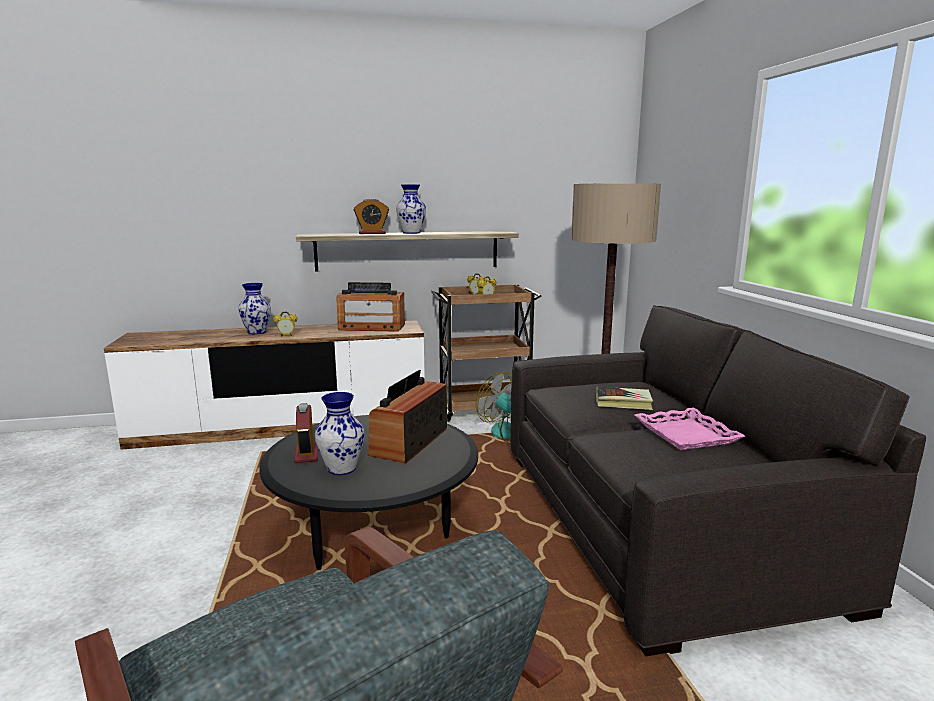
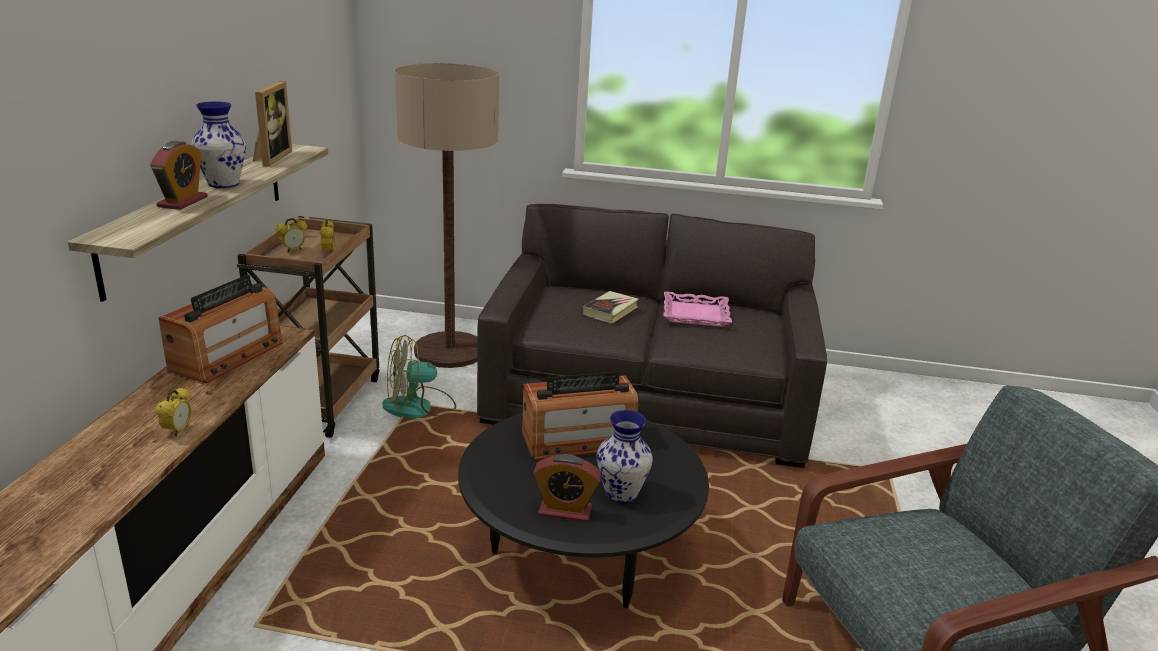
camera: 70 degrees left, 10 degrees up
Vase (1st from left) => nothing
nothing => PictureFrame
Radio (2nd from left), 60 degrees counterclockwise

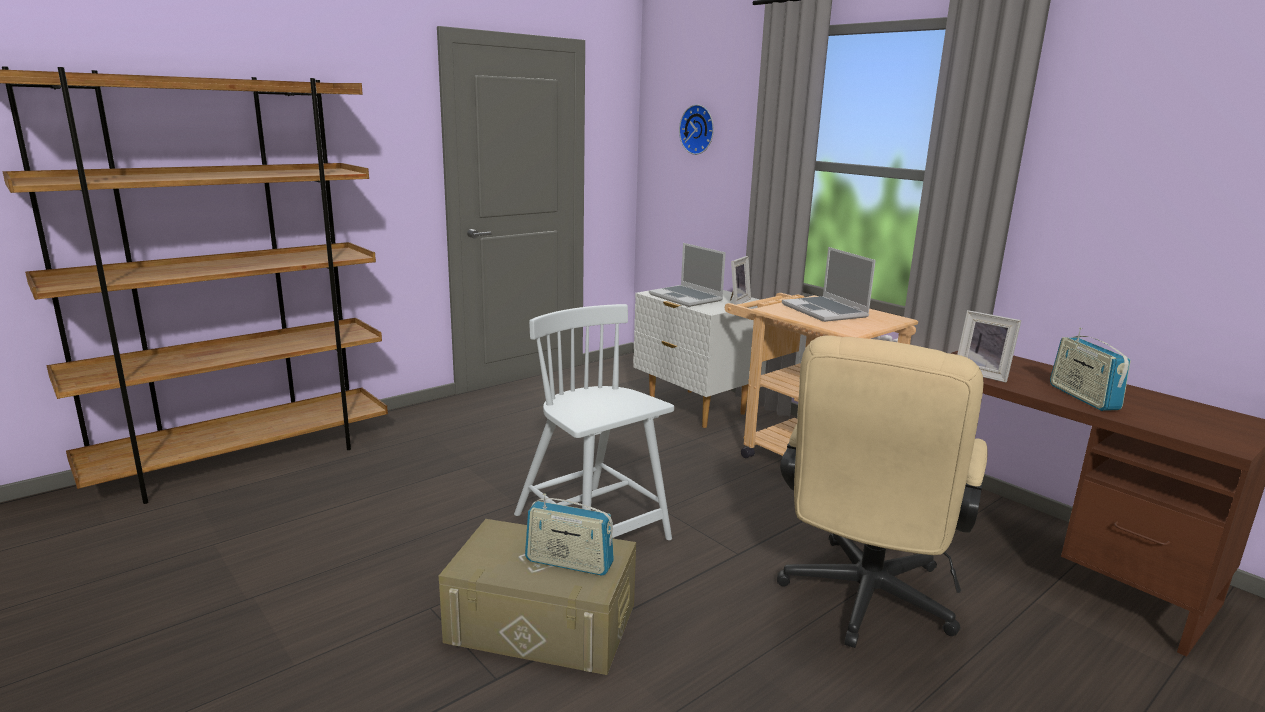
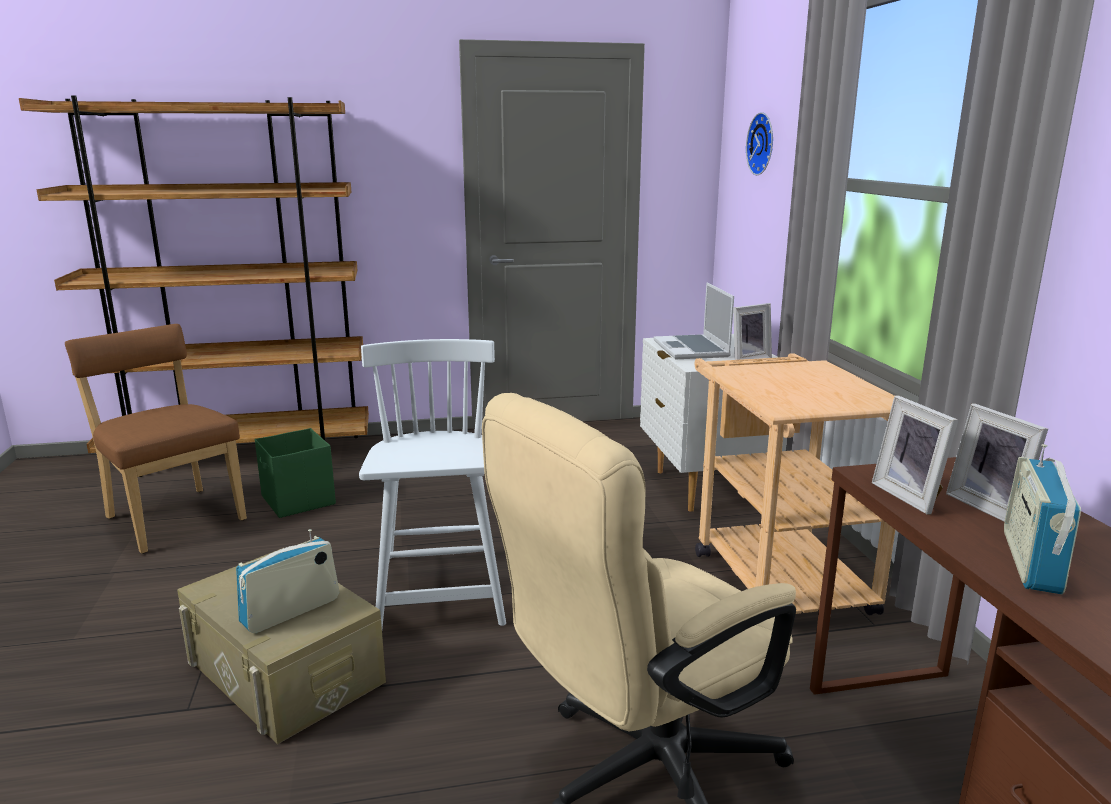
camera: 30 degrees right, 0 degrees up
Laptop (2nd from left) => nothing
nothing => BrownChair
nothing => GreenStorageBox
nothing => PictureFrame (3rd from left)
Radio (1st from left), 90 degrees clockwise

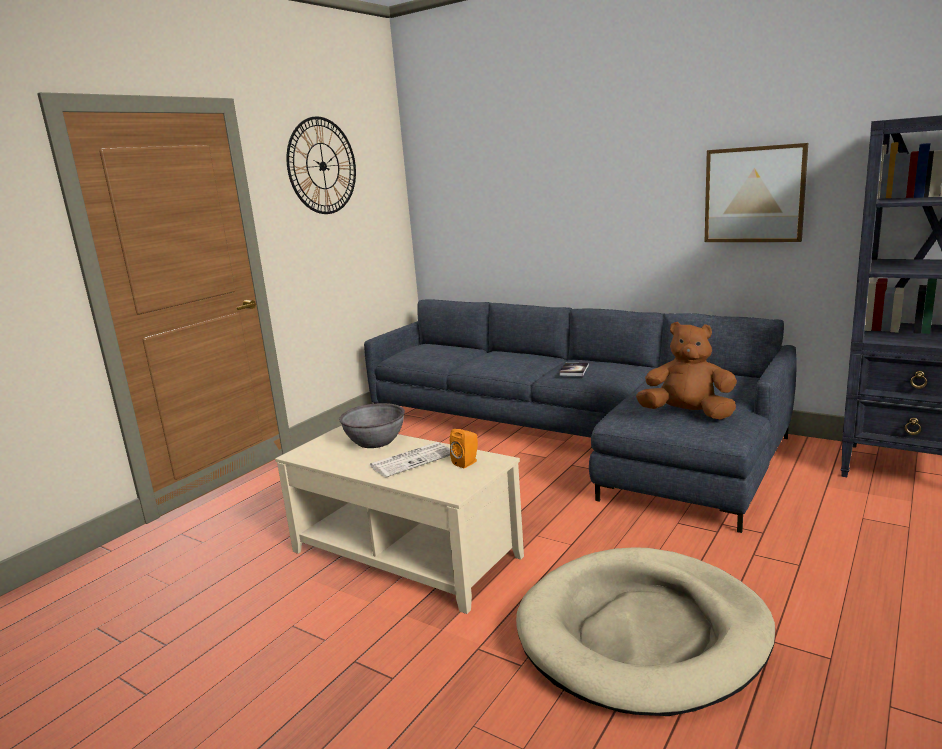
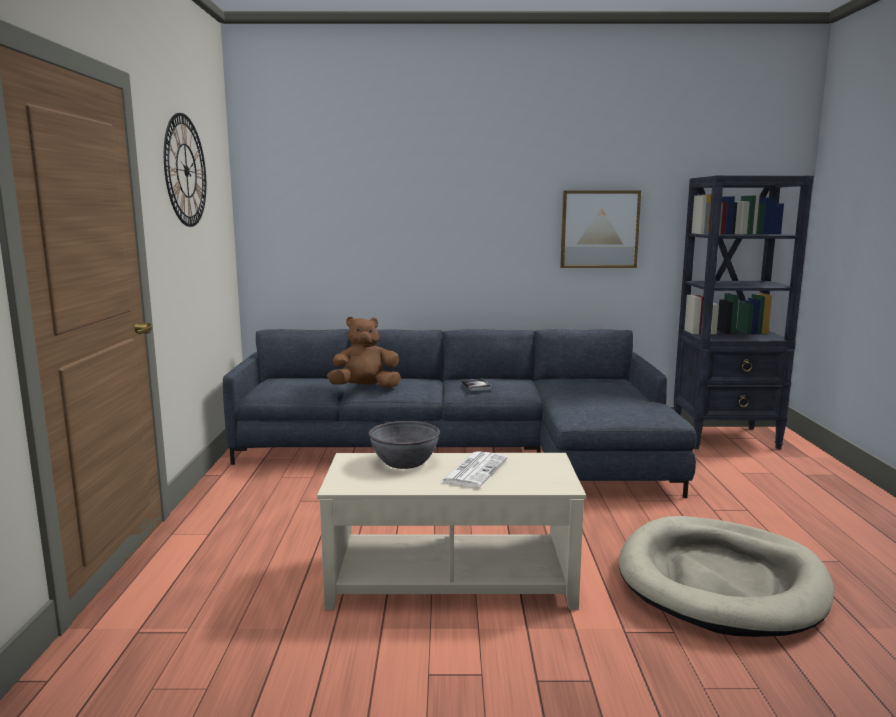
camera: 35 degrees left, 5 degrees down
OrangeSpeaker => nothing
BrownPlushToy, move

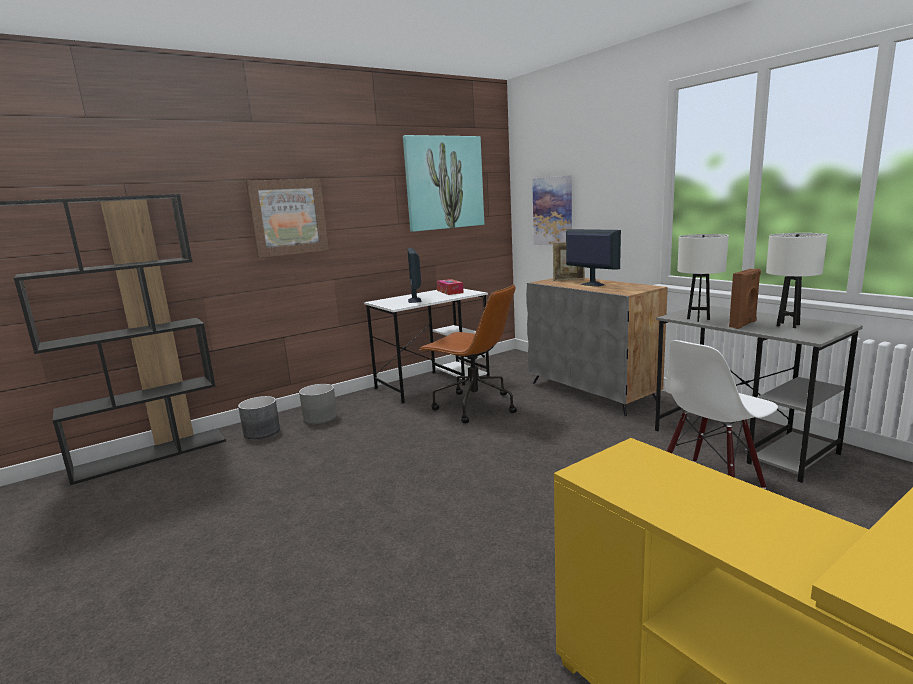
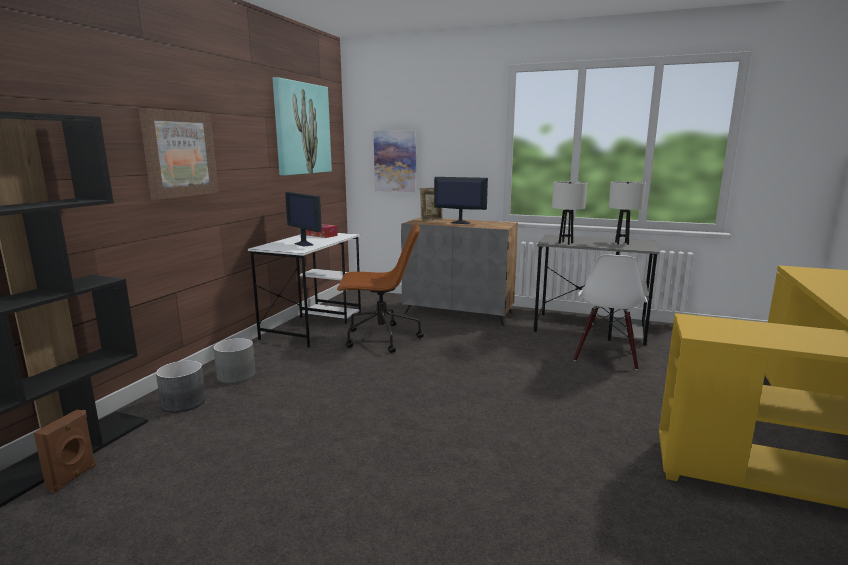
camera: 35 degrees left, 0 degrees up
BrownSpeaker, move

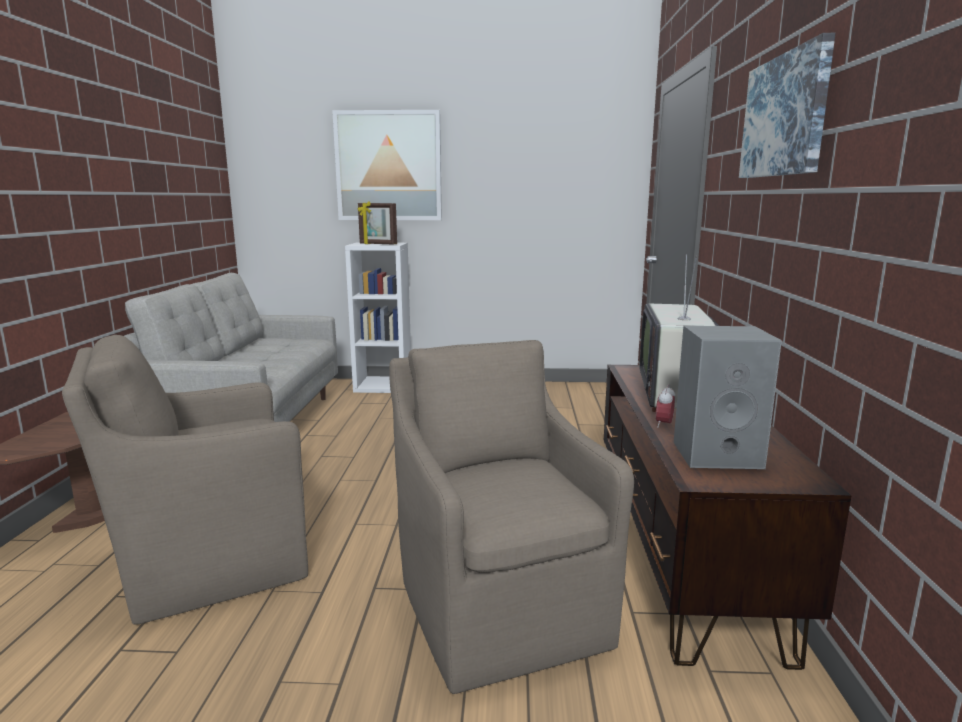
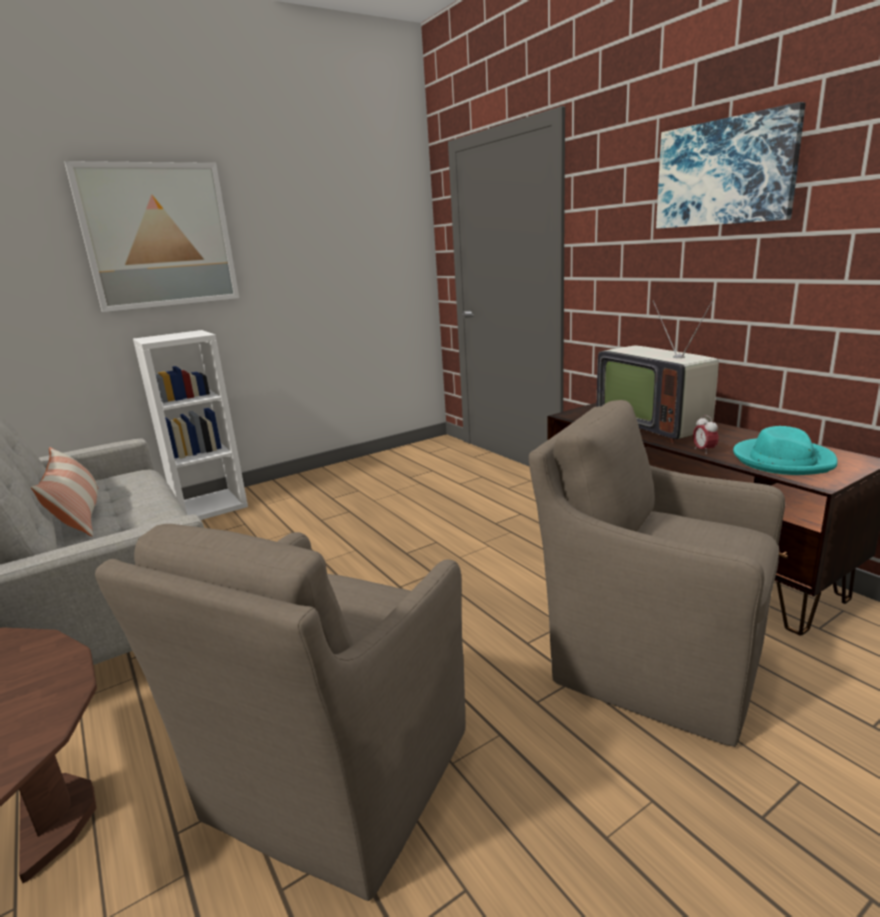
camera: 35 degrees left, 5 degrees up
PictureFrame => nothing
nothing => Pillow
GreySpeaker => TurquoiseHat

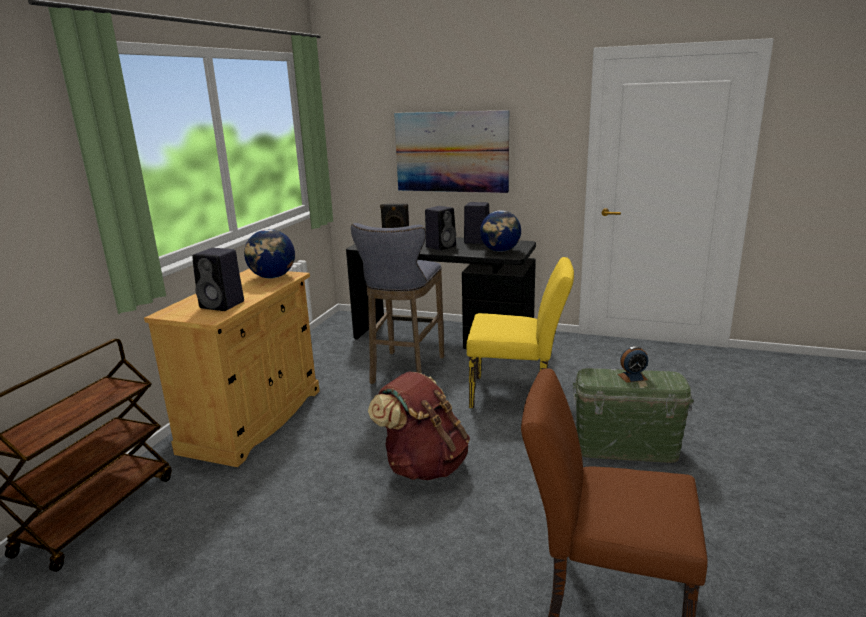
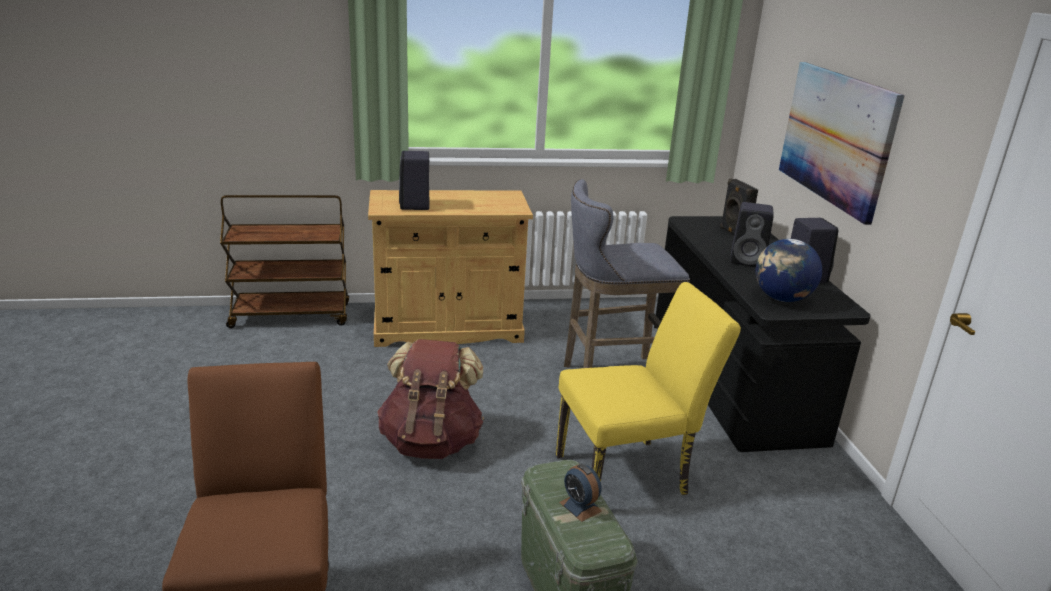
camera: 60 degrees right, 5 degrees up
Globe (1st from left) => nothing
YellowChair, 90 degrees counterclockwise

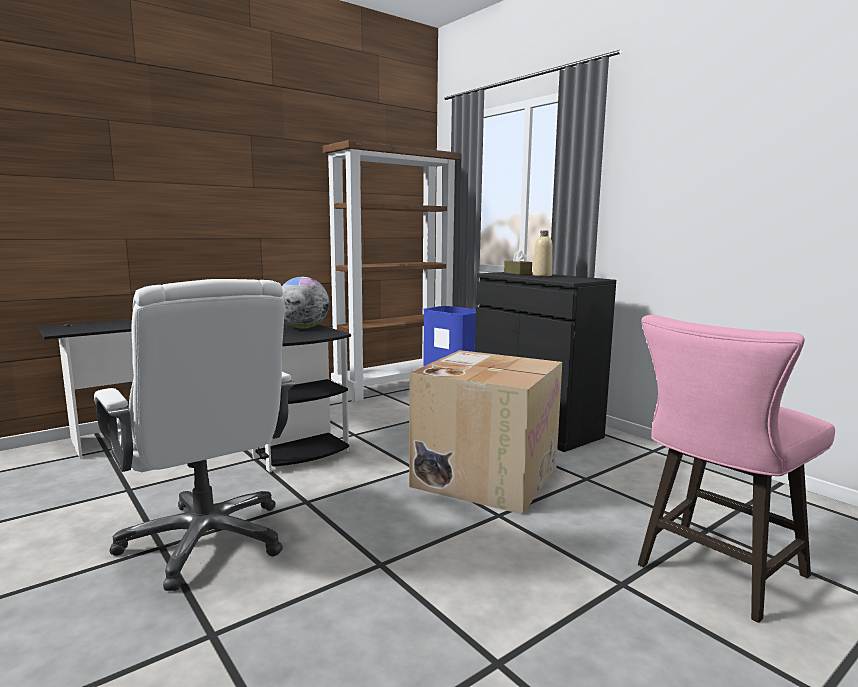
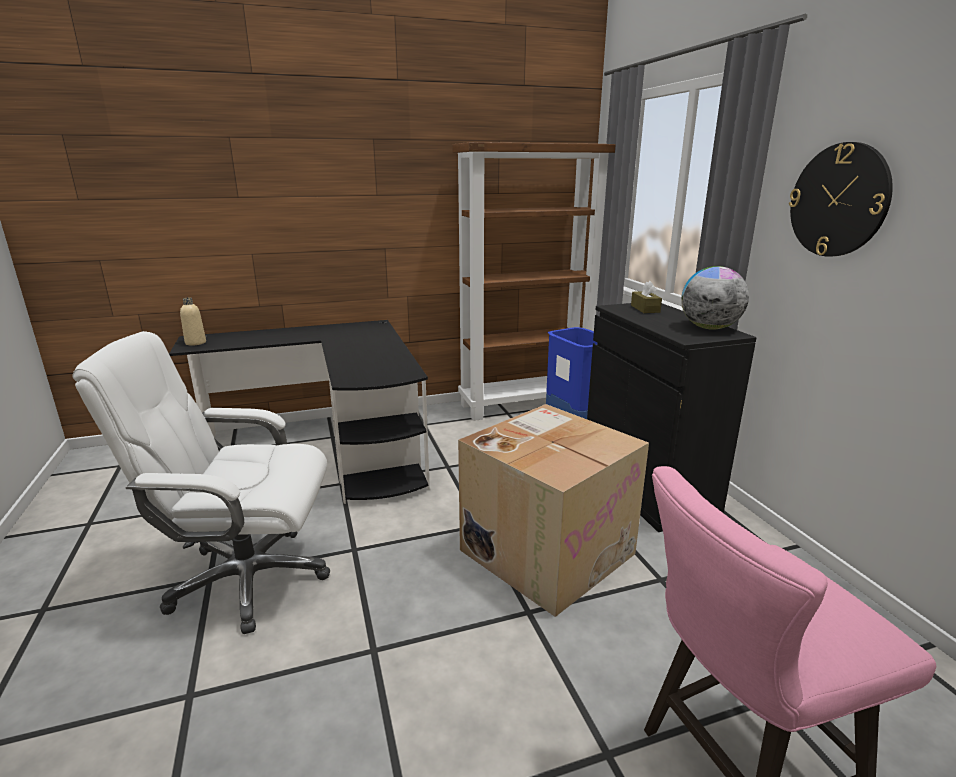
camera: 20 degrees right, 10 degrees up
nothing => WallClock
Globe, move
BeigeBottle, move
WhiteOfficeChair, 105 degrees clockwise

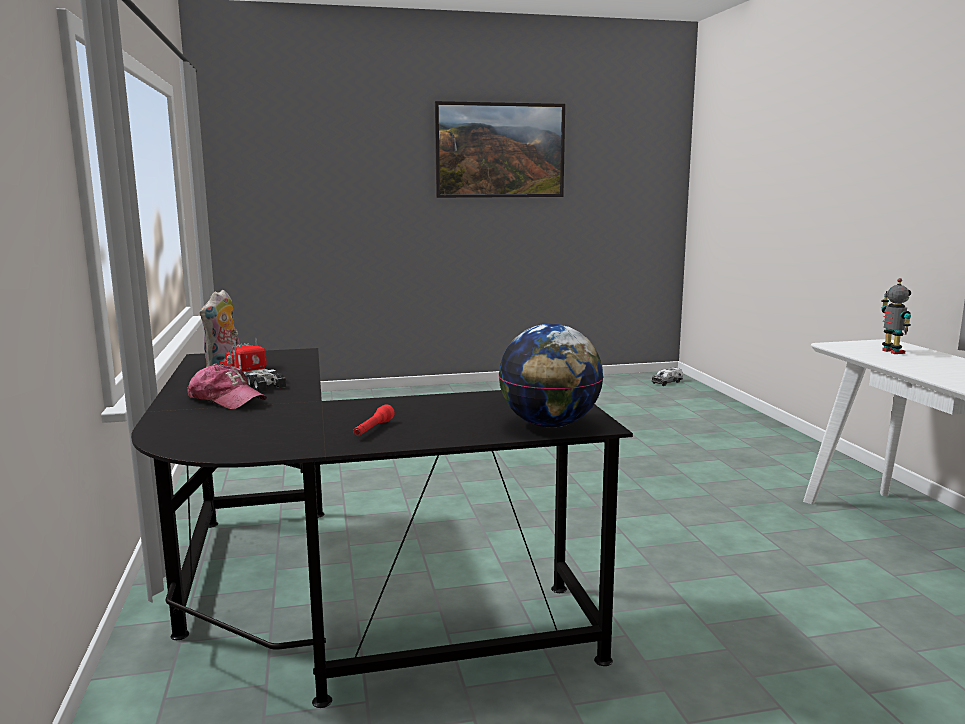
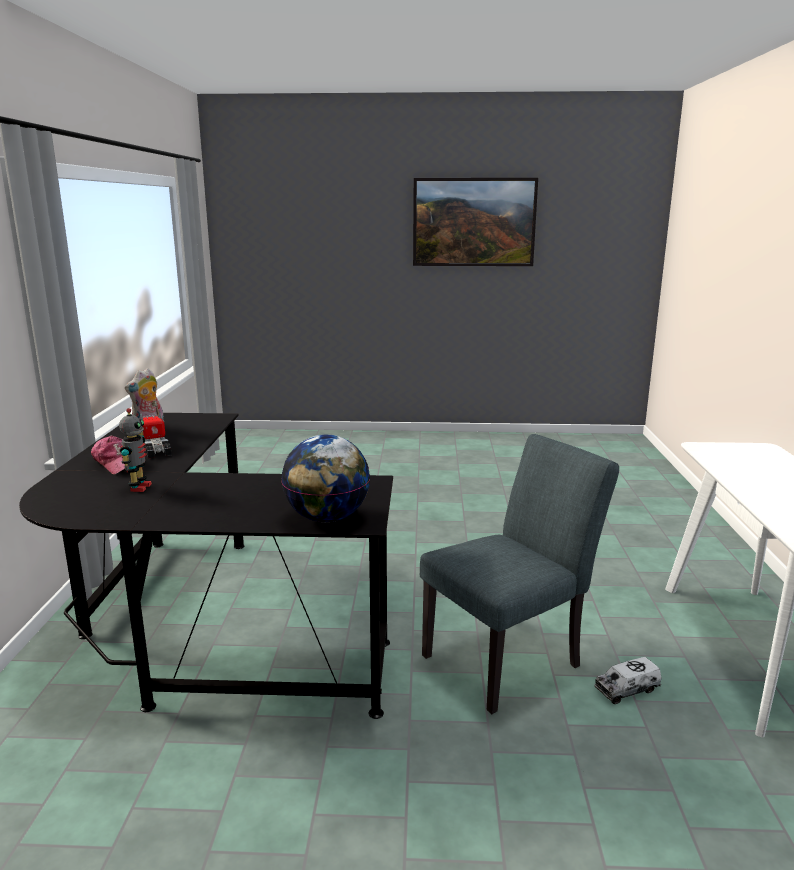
camera: 15 degrees right, 5 degrees up
RedFlashlight => nothing
nothing => GreyChair
ToyTruck (2nd from left), move
ToyRobot, move

